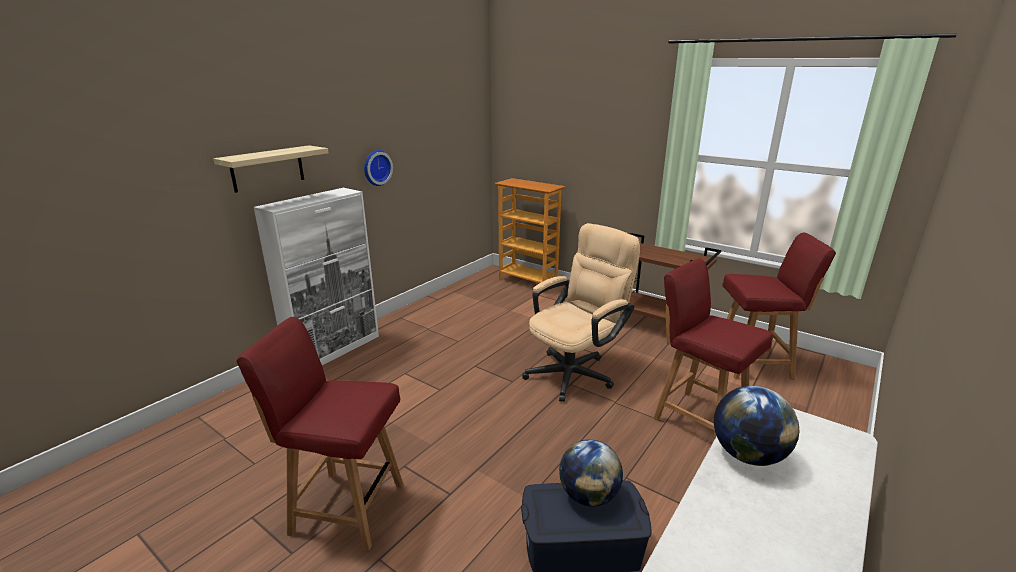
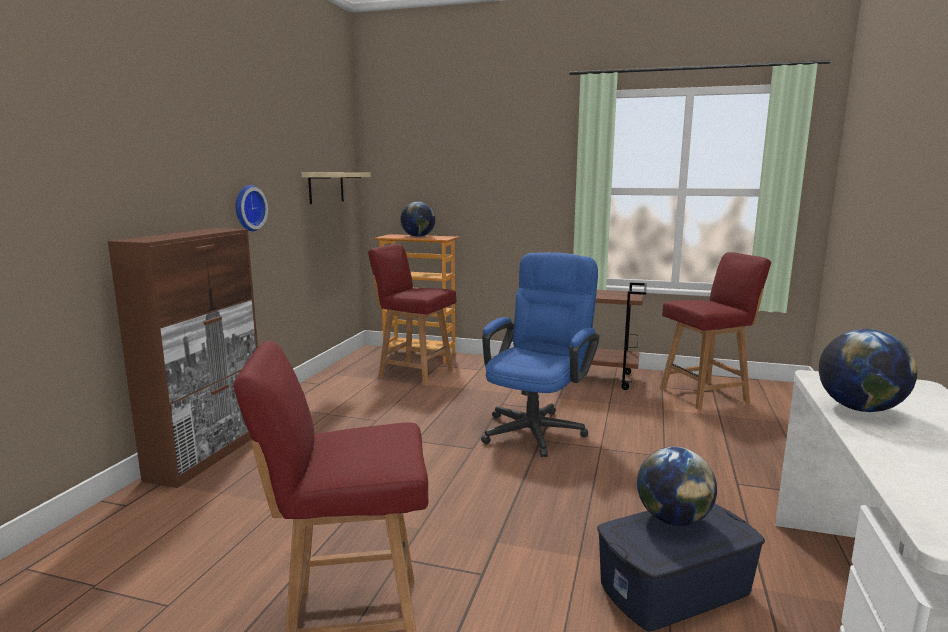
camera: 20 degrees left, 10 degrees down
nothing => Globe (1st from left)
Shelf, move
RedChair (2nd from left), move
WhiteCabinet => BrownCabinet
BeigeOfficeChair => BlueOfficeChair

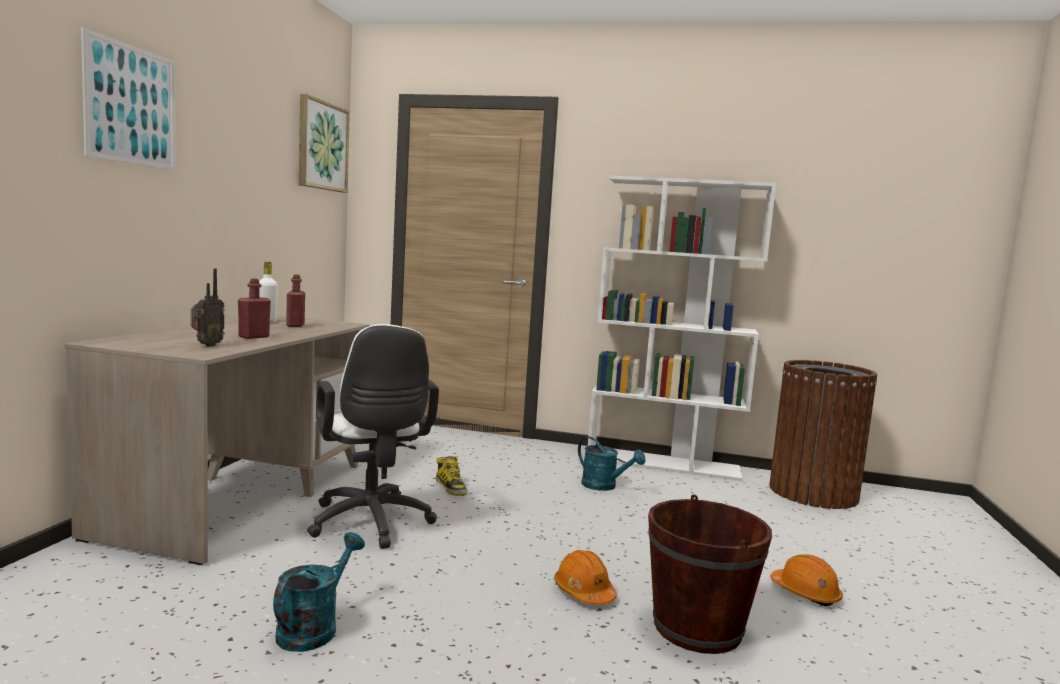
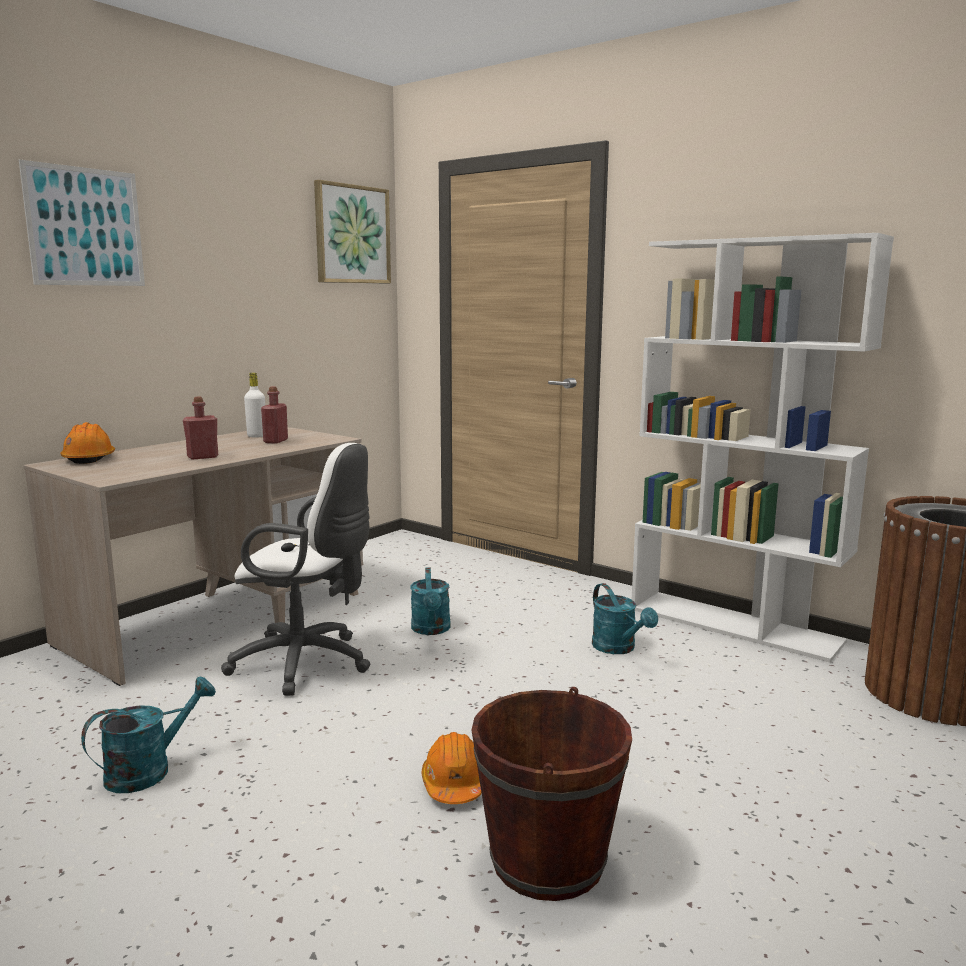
camera: 25 degrees right, 5 degrees up
Radio => nothing
OrangeHardHat (2nd from left in the first image) => OrangeHardHat (1st from left), move
Boot => TurquoiseWateringCan (2nd from left)
WhiteOfficeChair, 75 degrees counterclockwise

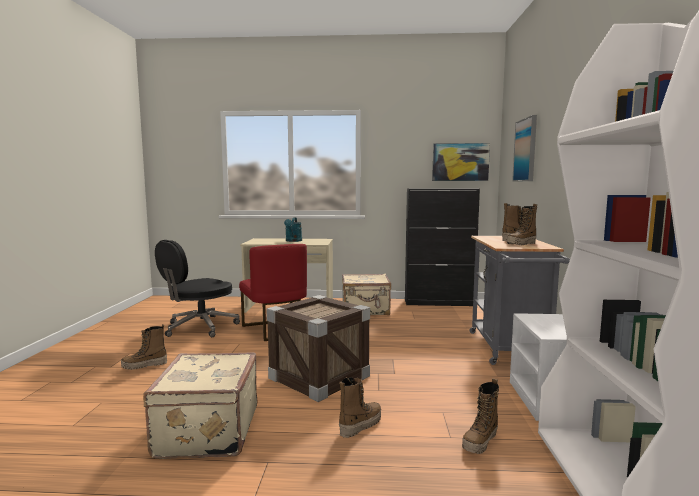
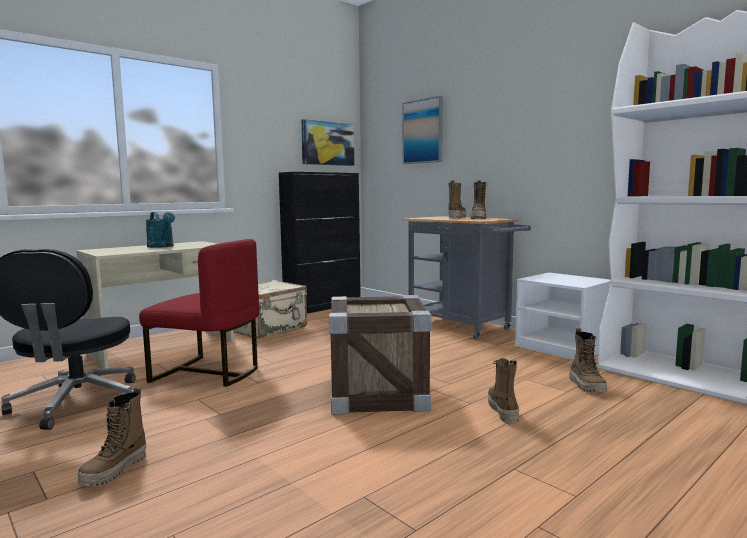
camera: 45 degrees left, 0 degrees up
BeigeSuitcase (1st from left) => nothing

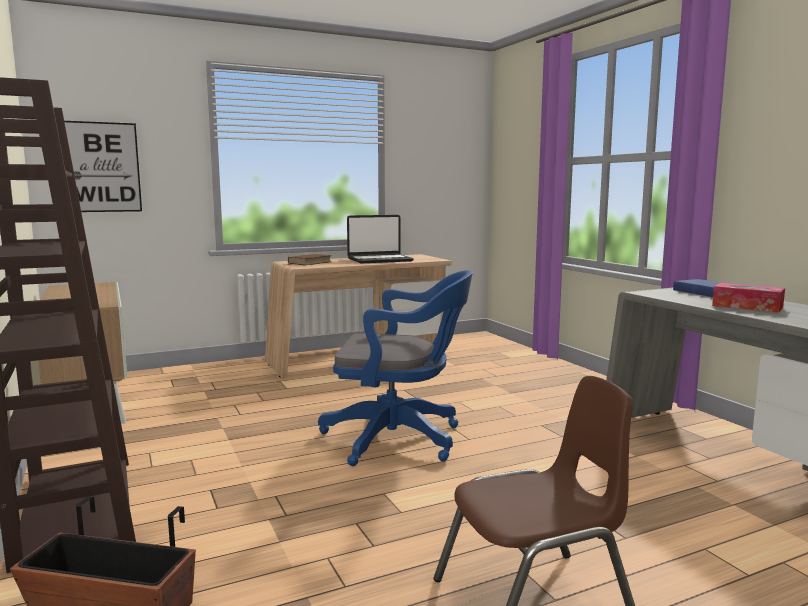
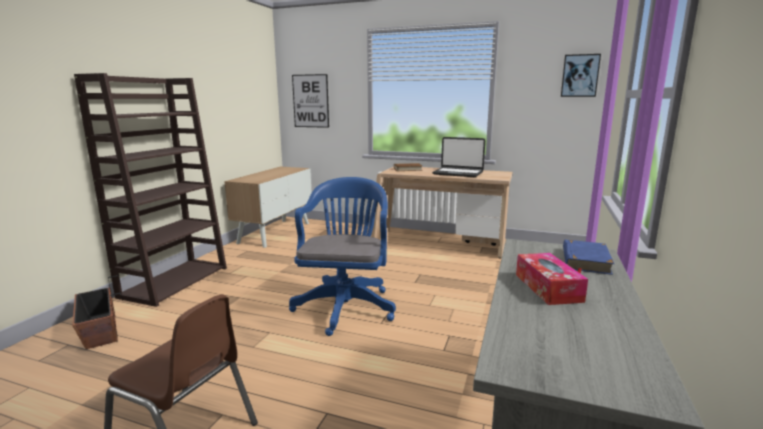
camera: 45 degrees right, 5 degrees up
nothing => Picture (2nd from left)
BlueOfficeChair, 135 degrees counterclockwise

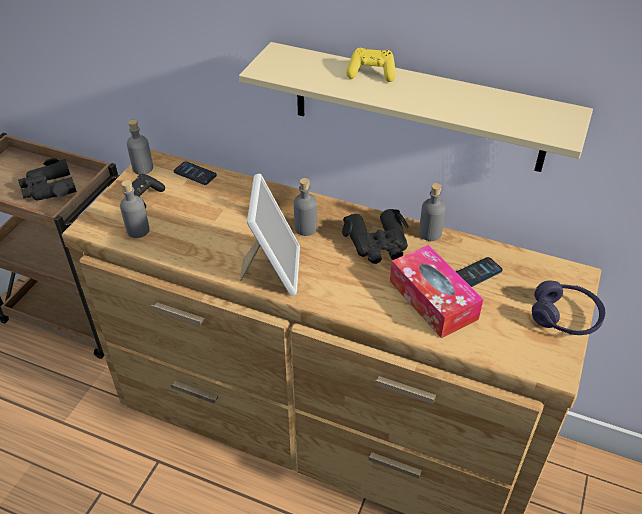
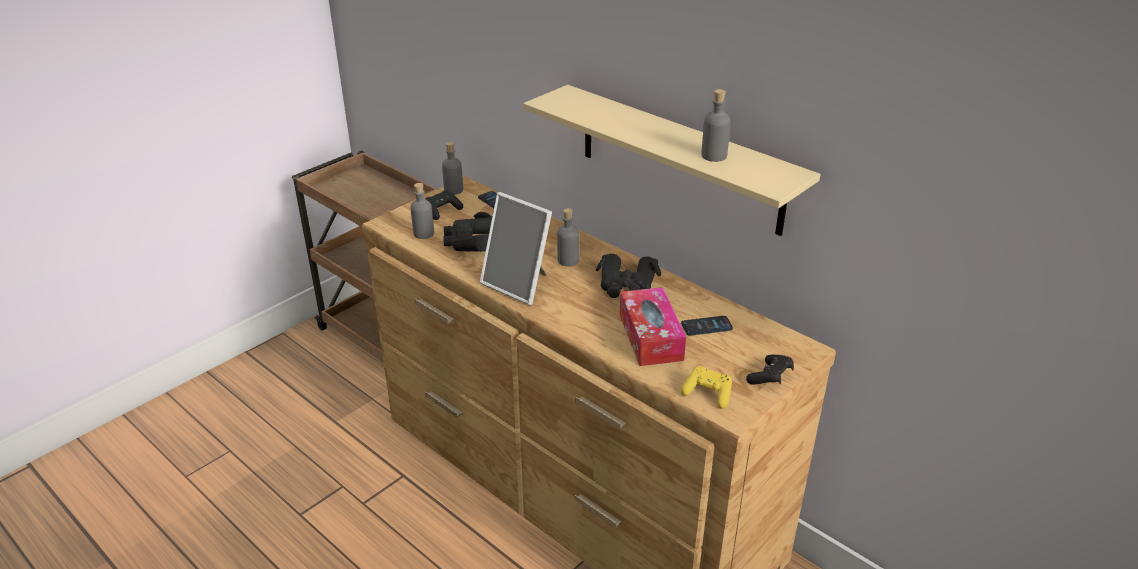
camera: 20 degrees right, 10 degrees down
BlackBinoculars (1st from left), move
YellowGameController, move
GreyBottle (4th from left), move
PurpleHeadphones => BlackGameController (2nd from left)
PictureFrame, 105 degrees clockwise

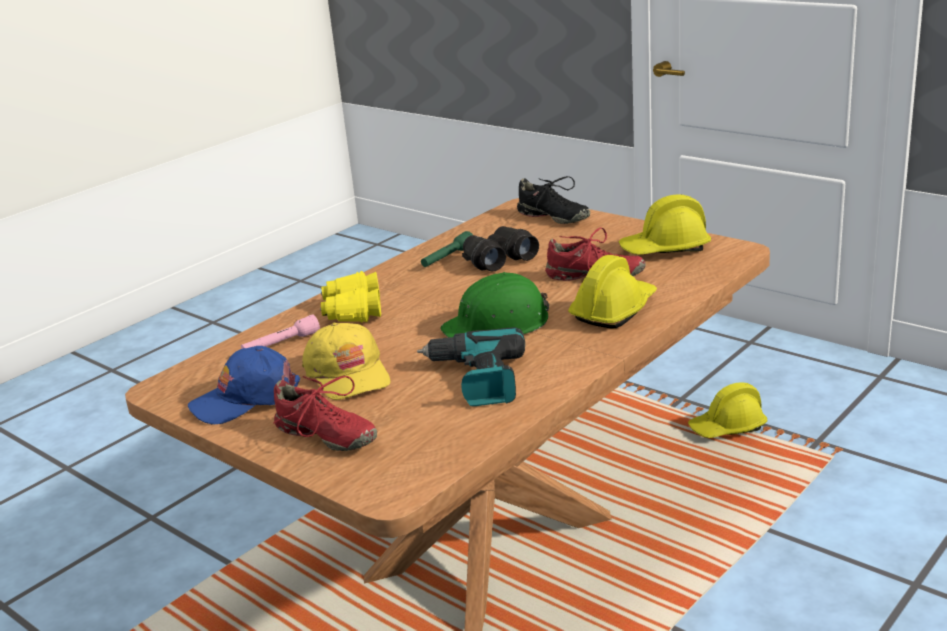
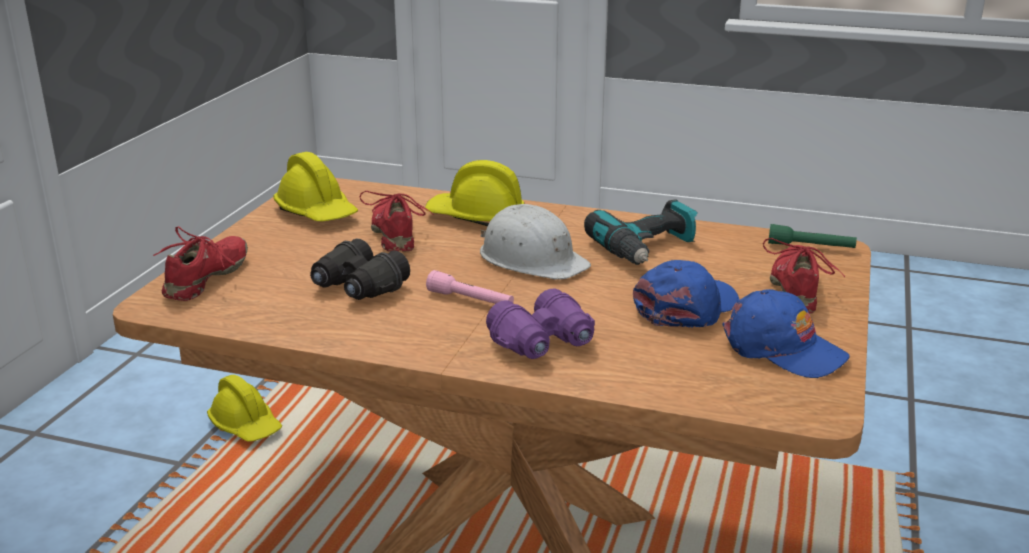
camera: 115 degrees left, 0 degrees up
PinkFlashlight, move
GreenFlashlight, move
YellowCap => BlueCap (1st from left)
YellowBinoculars => PurpleBinoculars
GreenHardHat => WhiteHardHat
BlackShoe => RedShoe (1st from left)

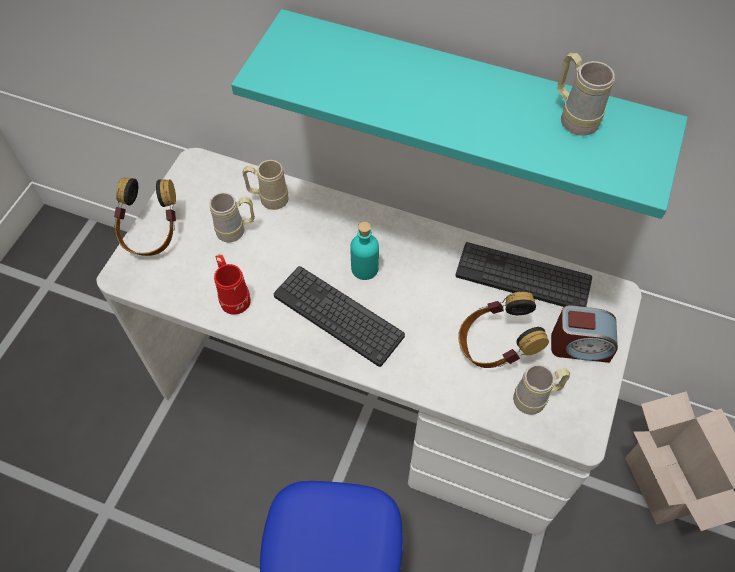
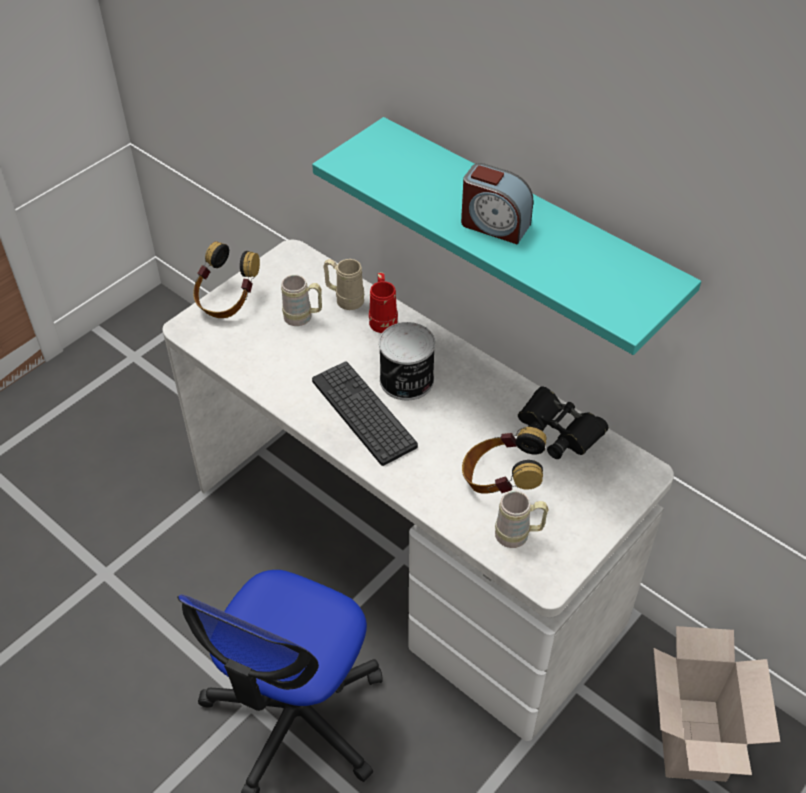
camera: 20 degrees right, 10 degrees down
BeigeMug (4th from left) => nothing
RedMug, move
AlarmClock, move
TurquoiseBottle => Can
Keyboard (2nd from left) => BlackBinoculars

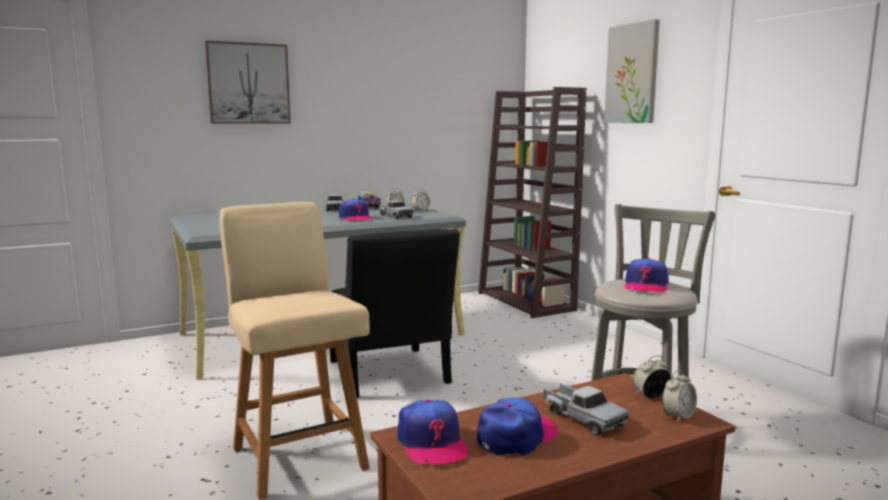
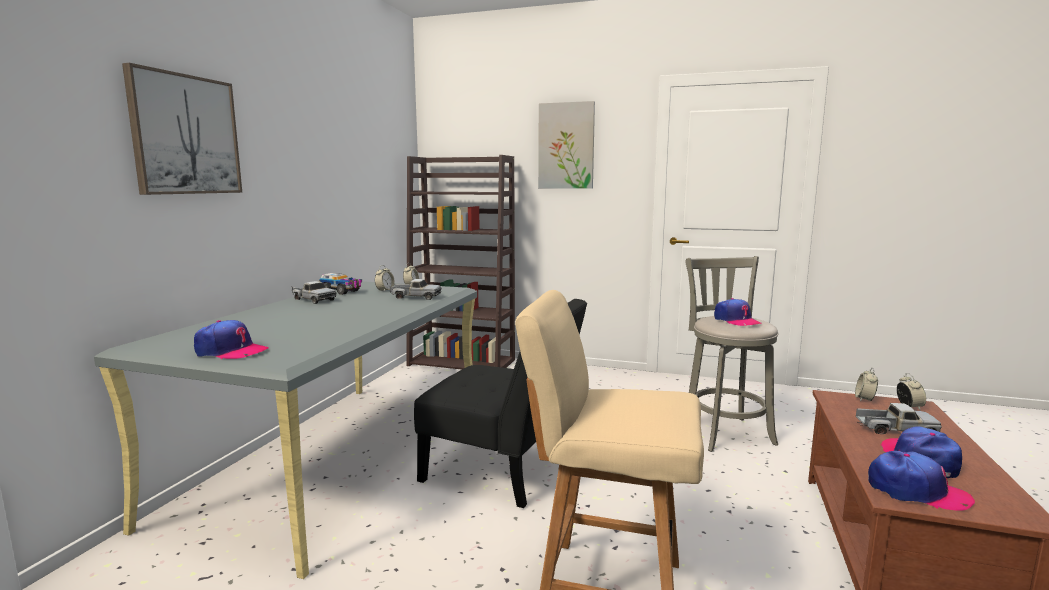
camera: 45 degrees left, 0 degrees up
Cap (1st from left), move

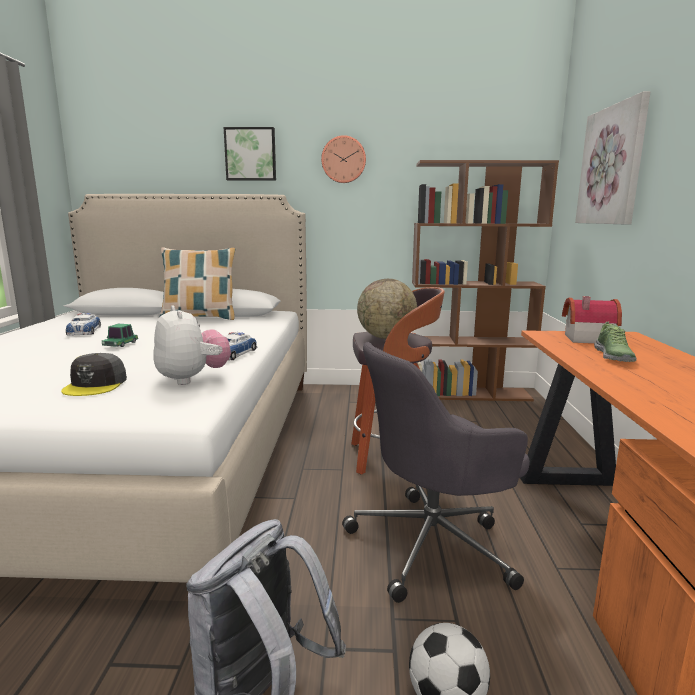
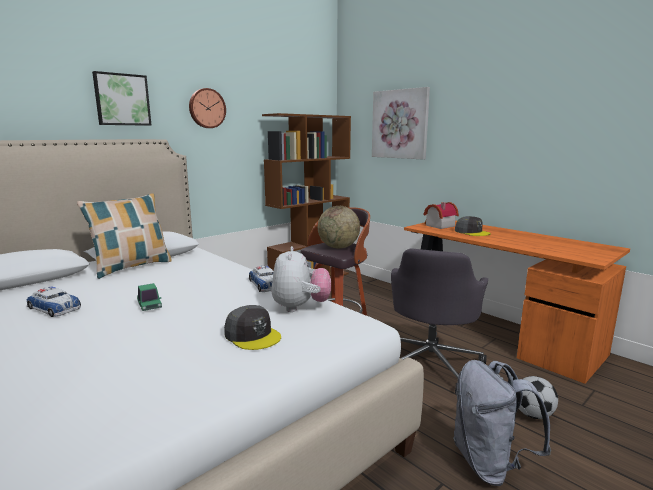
camera: 45 degrees left, 0 degrees up
Shoe => GreyCap (2nd from left)
PlushToy, 75 degrees clockwise

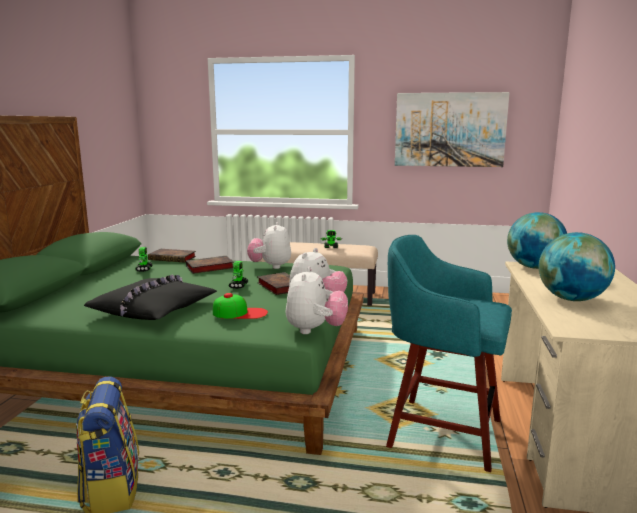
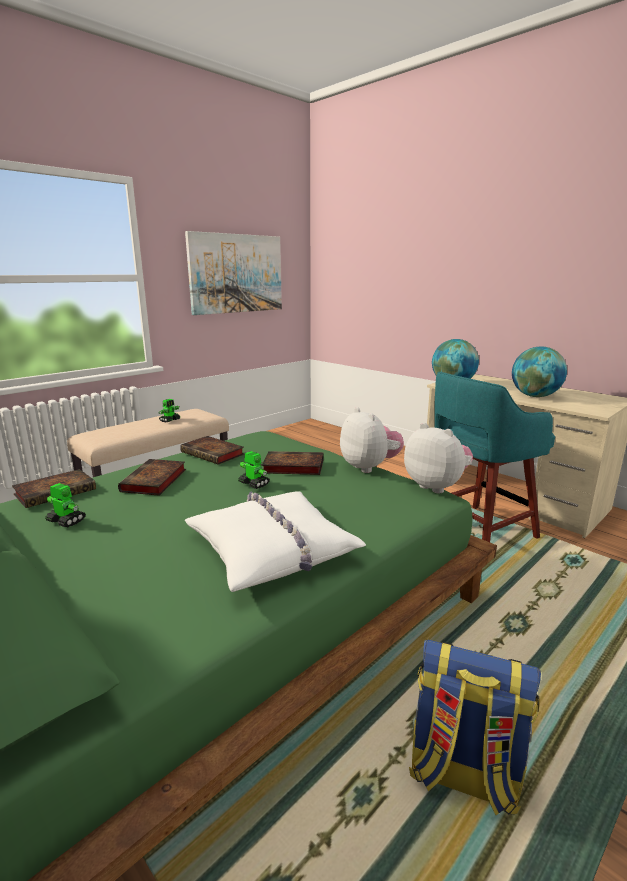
camera: 55 degrees left, 5 degrees up
Cap => nothing
PlushToy (1st from left) => Book (3rd from left)
BlackPillow => WhitePillow

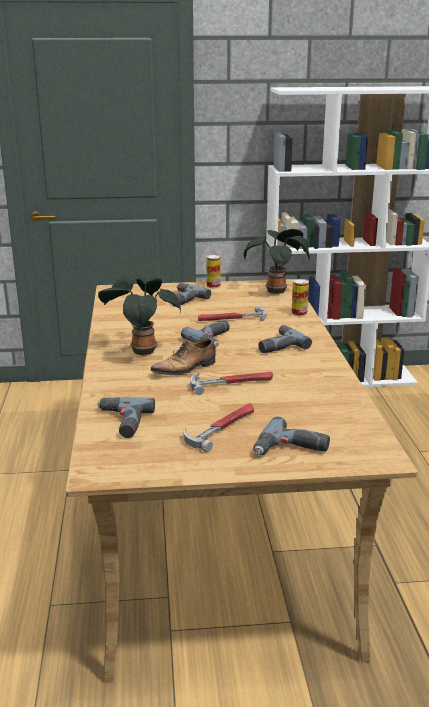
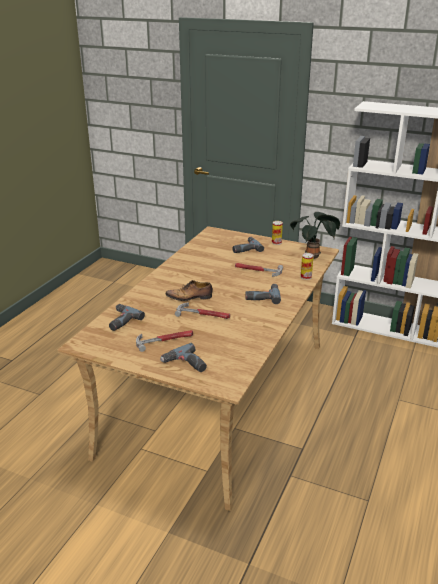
camera: 30 degrees right, 5 degrees up
PottedPlant (1st from left) => nothing
PowerDrill (3rd from left) => nothing

